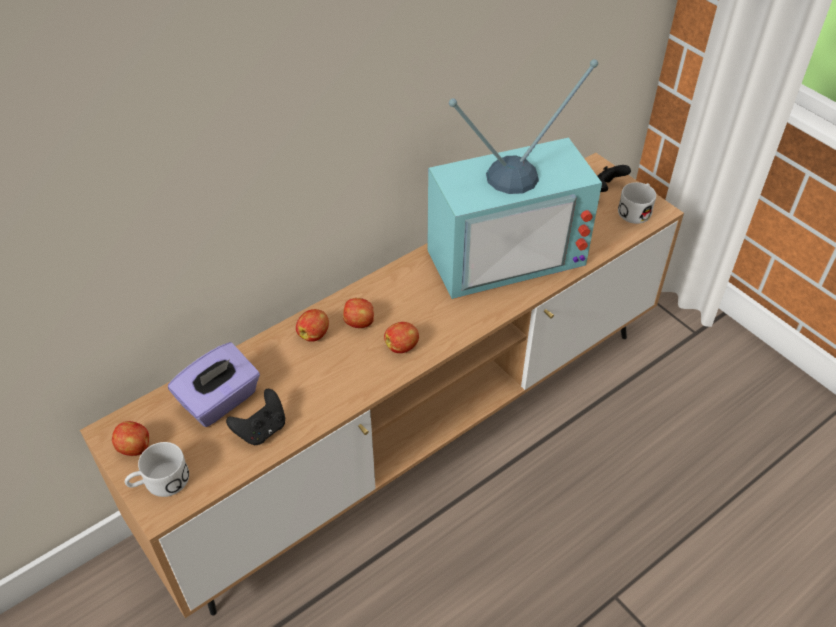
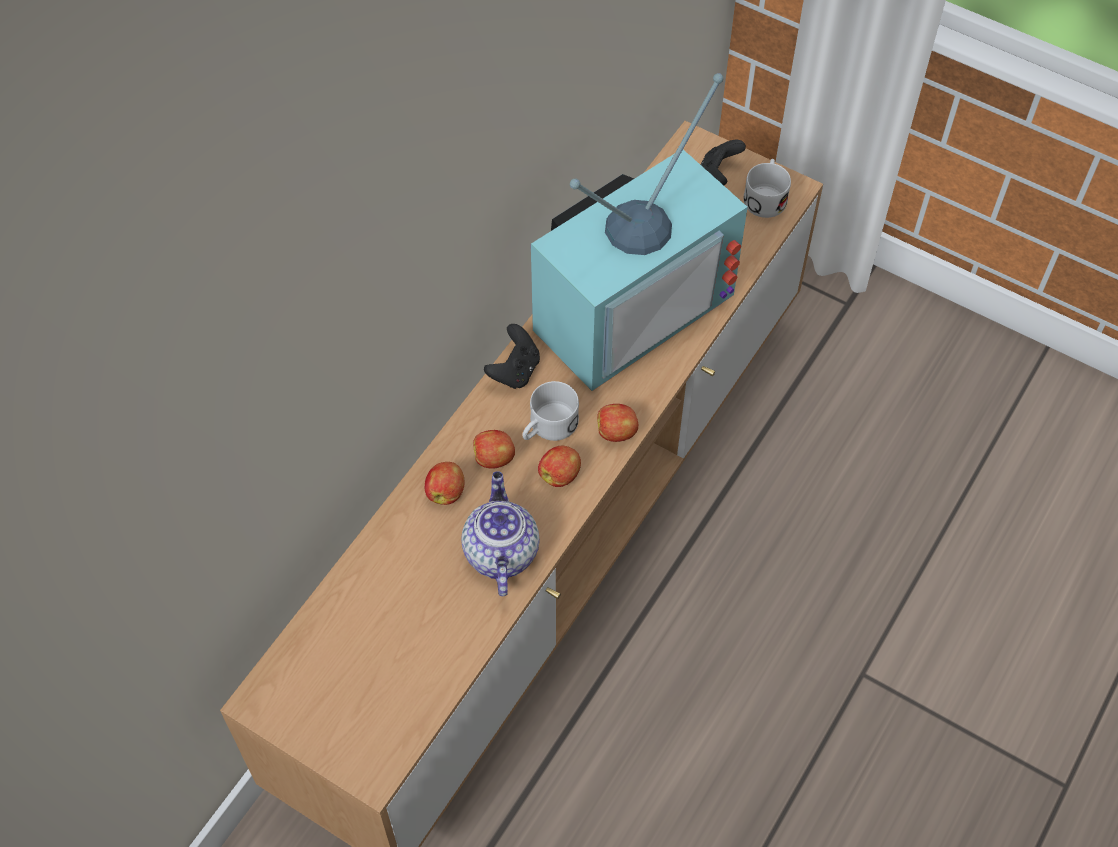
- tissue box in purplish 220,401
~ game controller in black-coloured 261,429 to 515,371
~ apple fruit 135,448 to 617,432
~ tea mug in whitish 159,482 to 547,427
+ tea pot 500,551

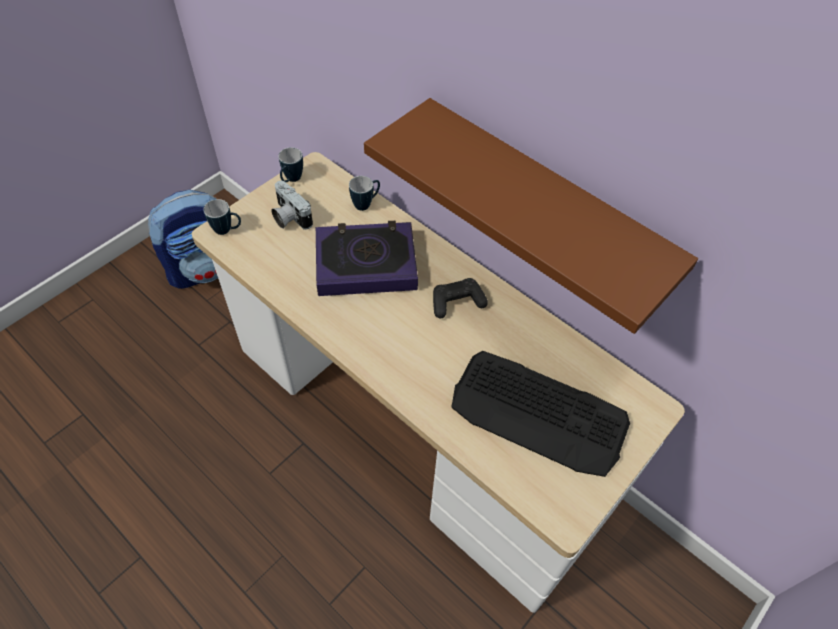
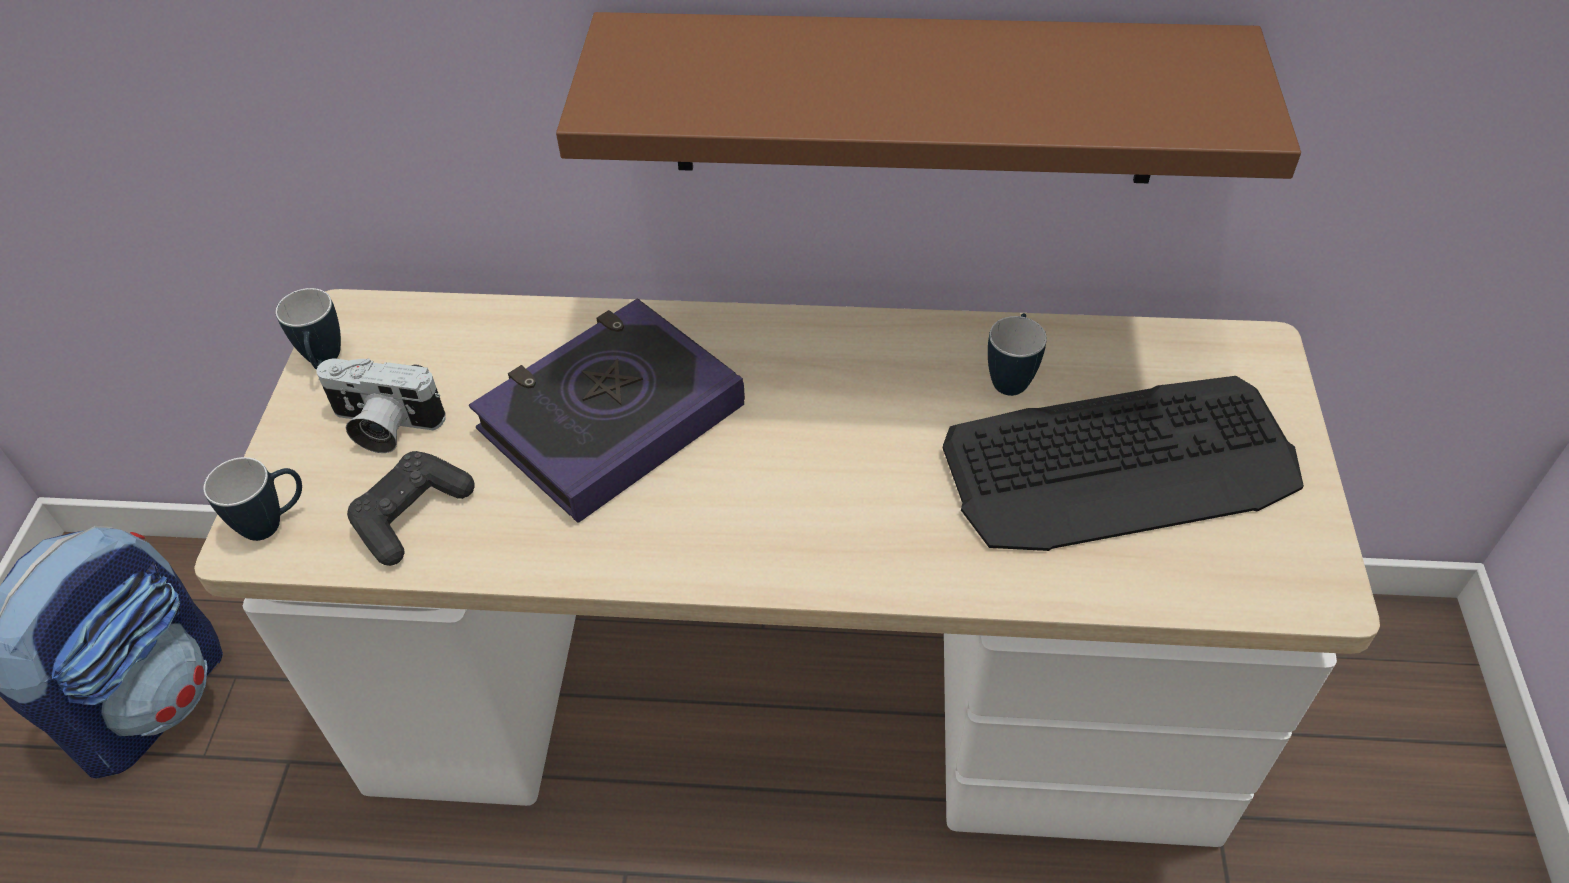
~ tea mug 366,204 to 1011,377
~ game controller in black-coloured 457,302 to 412,515

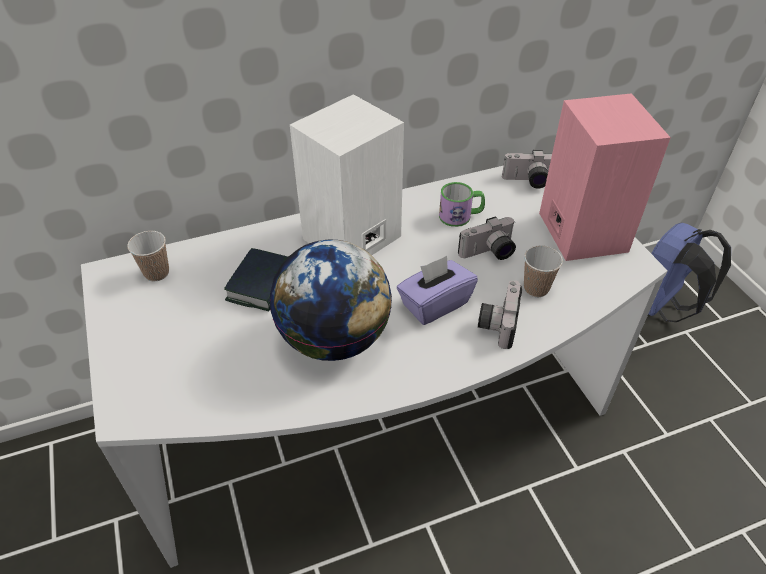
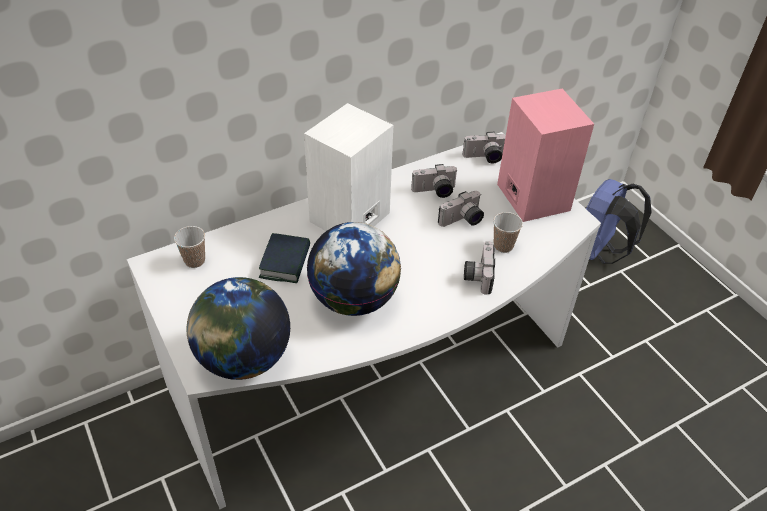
~ tea mug 460,216 to photo camera 435,192
- tissue box in purplish 434,304
+ globe 243,358

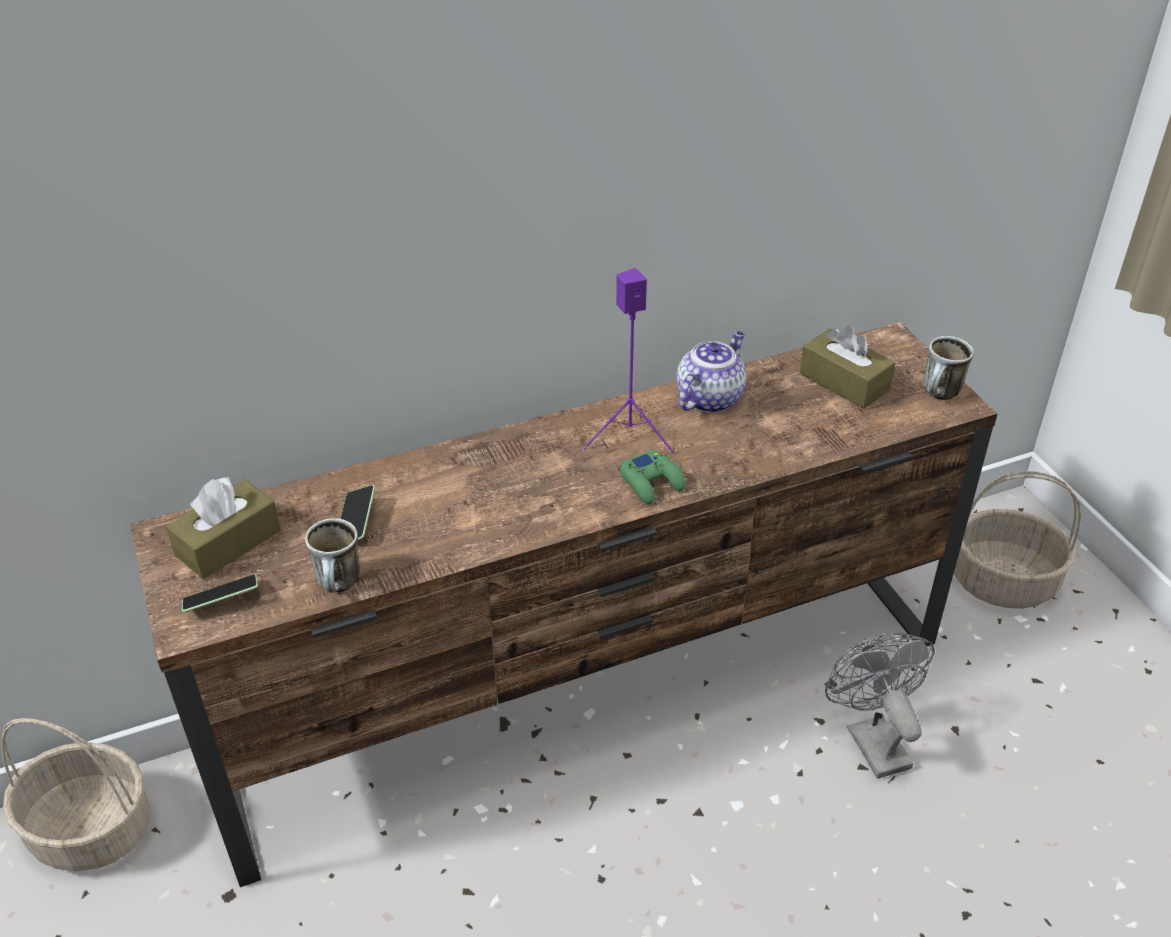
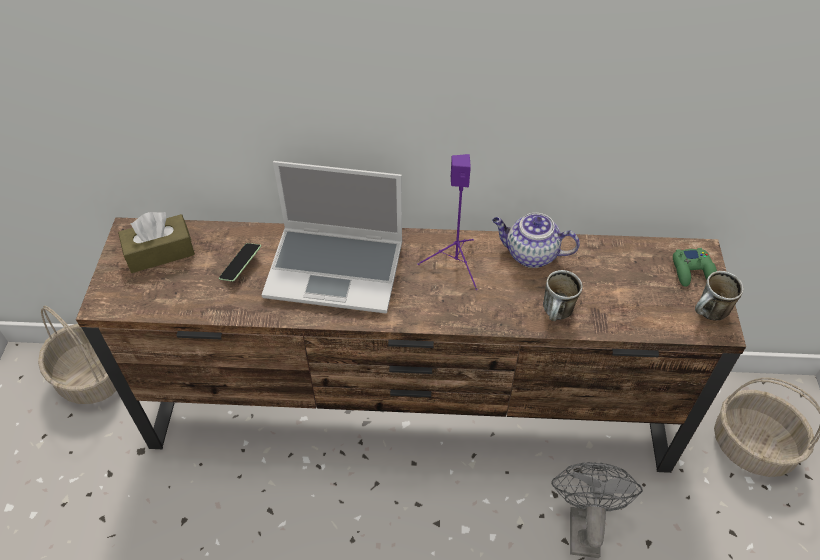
- tissue box in brown 844,382
~ tea pot 709,398 = 530,254 135 degrees counterclockwise
~ game controller in green-coloured 652,482 to 692,271
~ tea mug 340,586 to 557,315
- telephone 222,601
+ portable computer 337,269

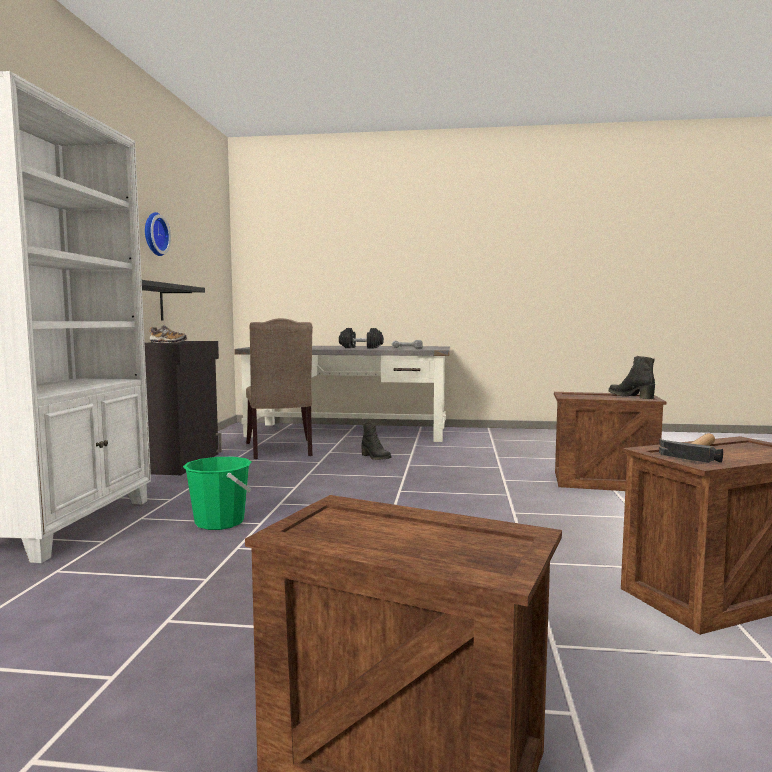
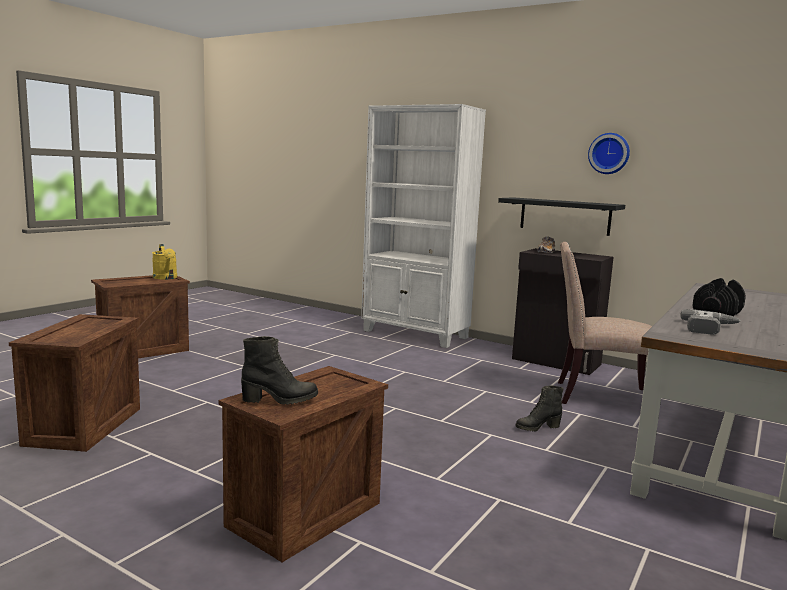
- tool hammer 697,452
- pail in green-coloured 220,522
+ watering can in yellow-coloured 166,278

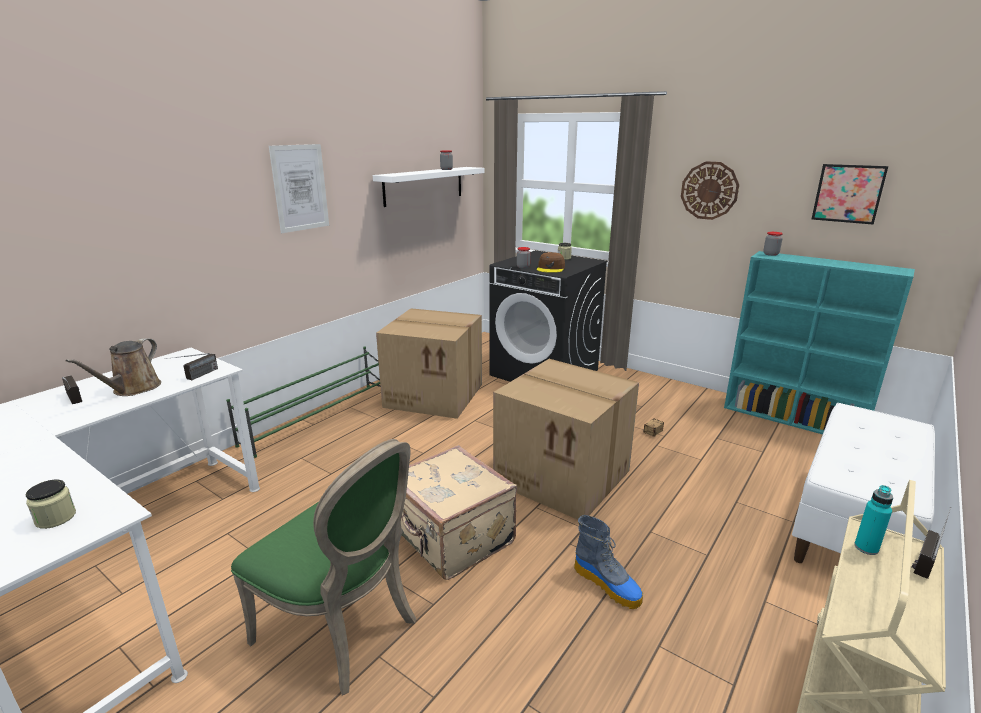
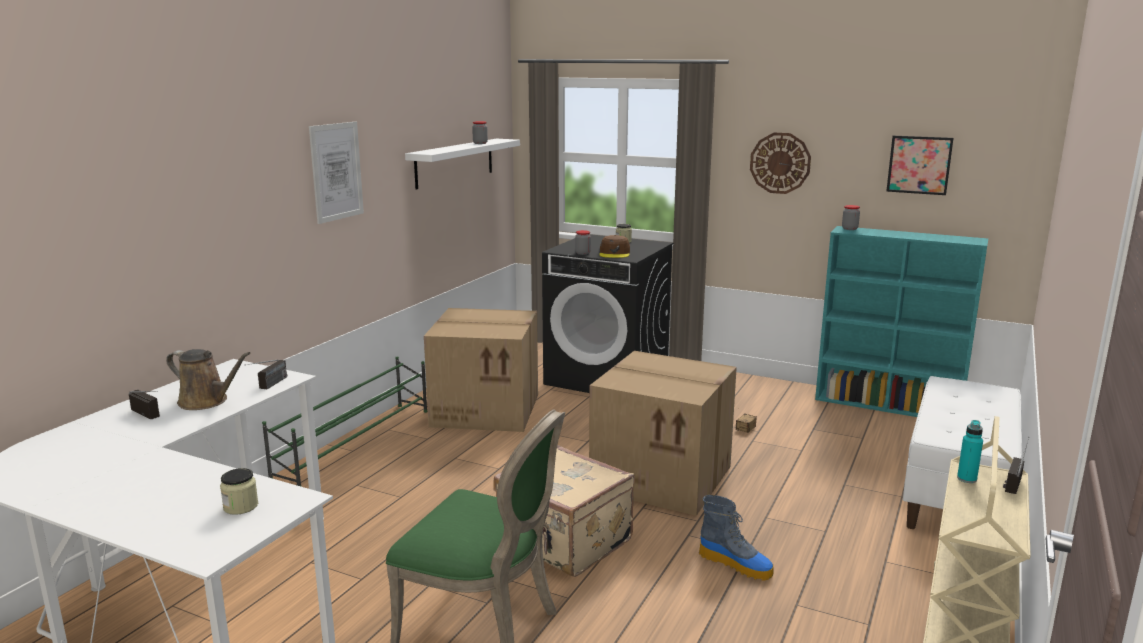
~ watering can in brown 133,389 = 207,401 75 degrees counterclockwise

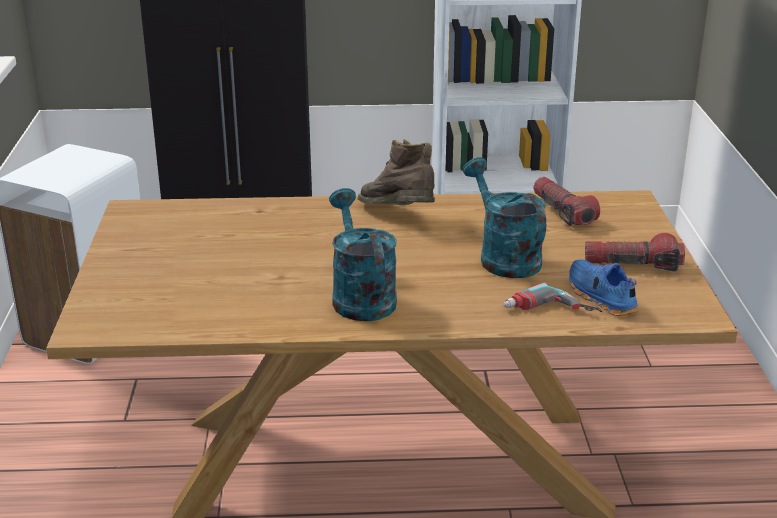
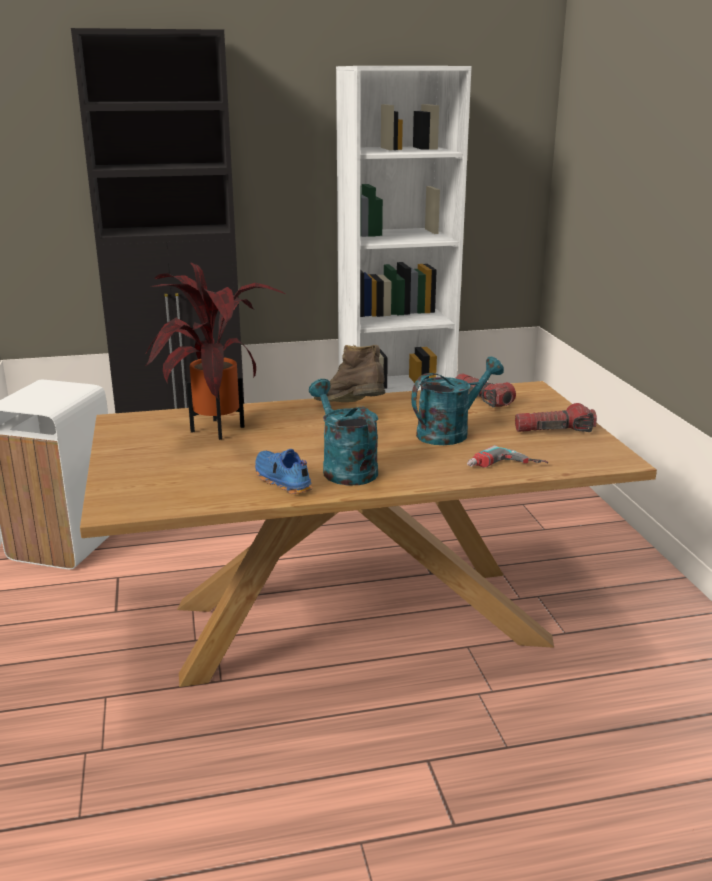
~ watering can in turquoise 503,257 = 450,432 90 degrees clockwise
~ shoe in blue 600,297 to 281,481
+ potted plant 211,430

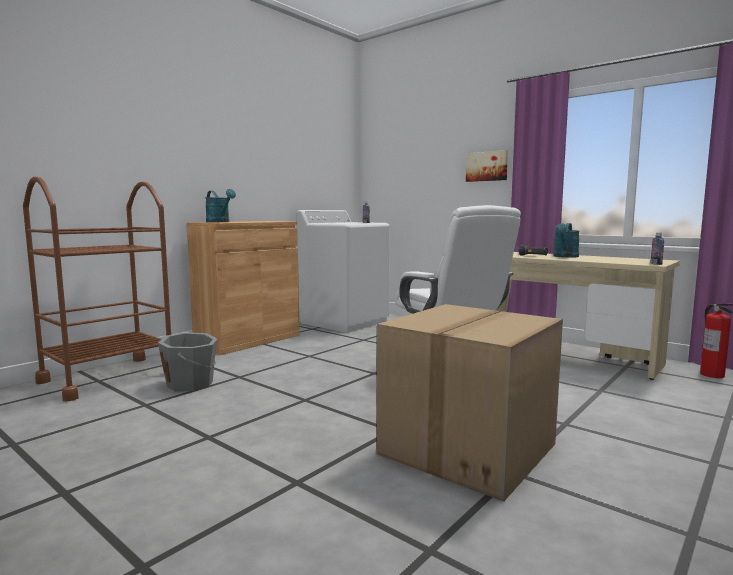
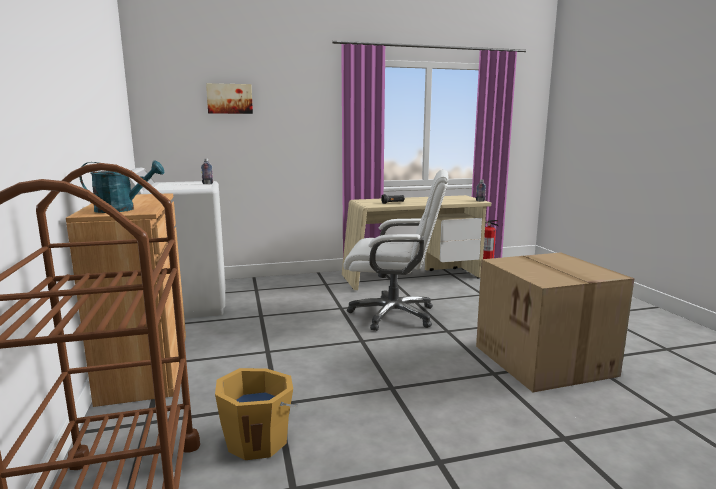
~ wall picture 487,166 to 229,98
- watering can in turquoise 565,256
~ pail in gray 191,384 to pail in orange 258,440

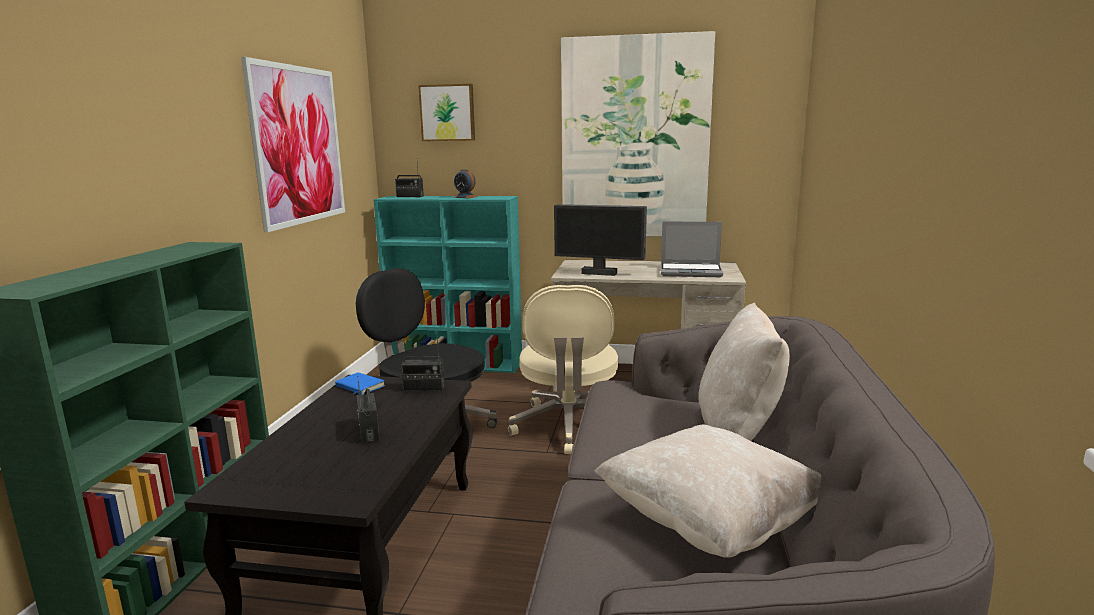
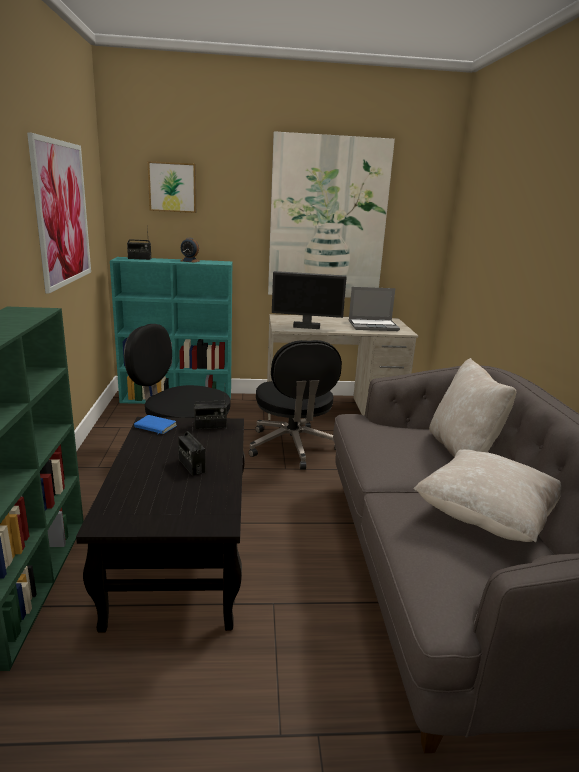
~ computer chair in beige-coloured 568,426 to computer chair in black-coloured 292,447

